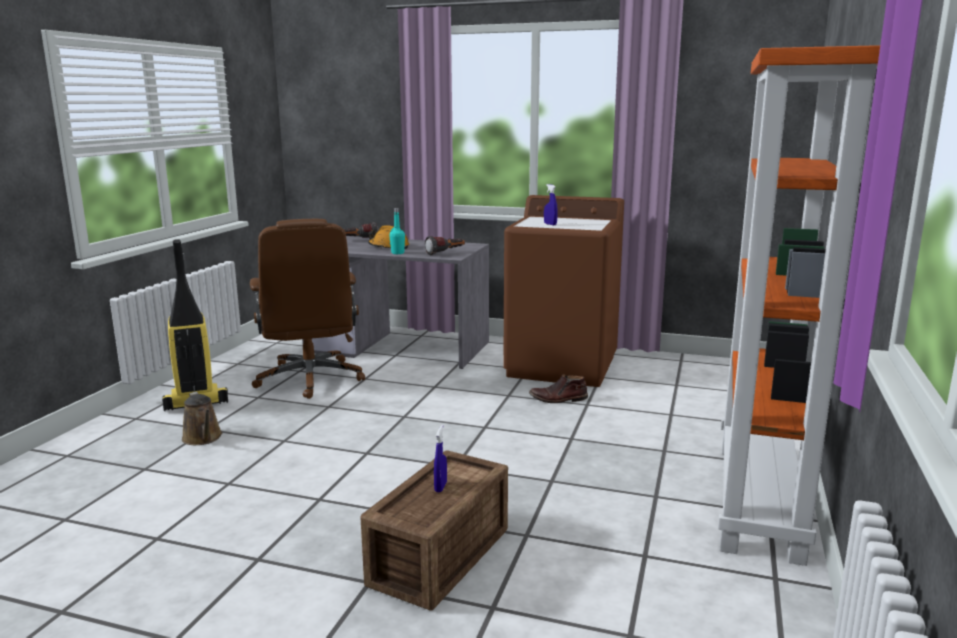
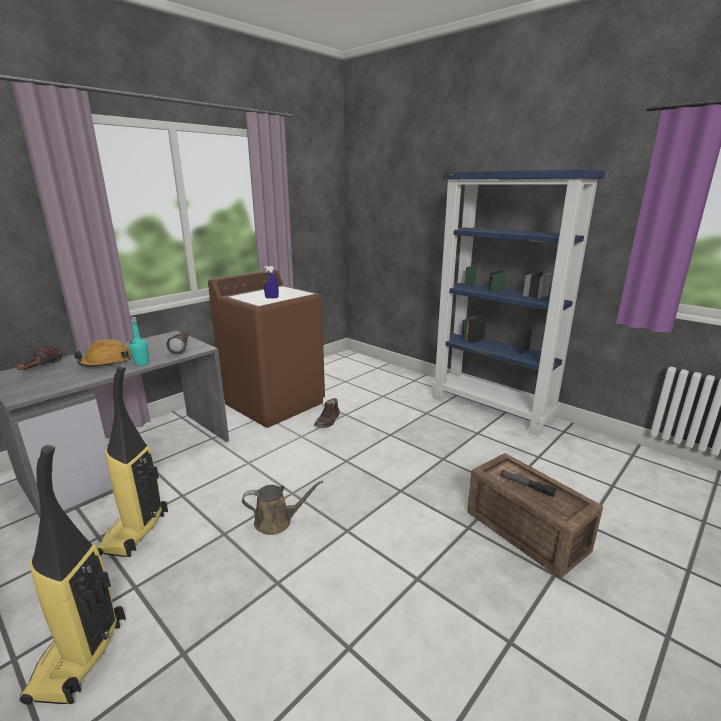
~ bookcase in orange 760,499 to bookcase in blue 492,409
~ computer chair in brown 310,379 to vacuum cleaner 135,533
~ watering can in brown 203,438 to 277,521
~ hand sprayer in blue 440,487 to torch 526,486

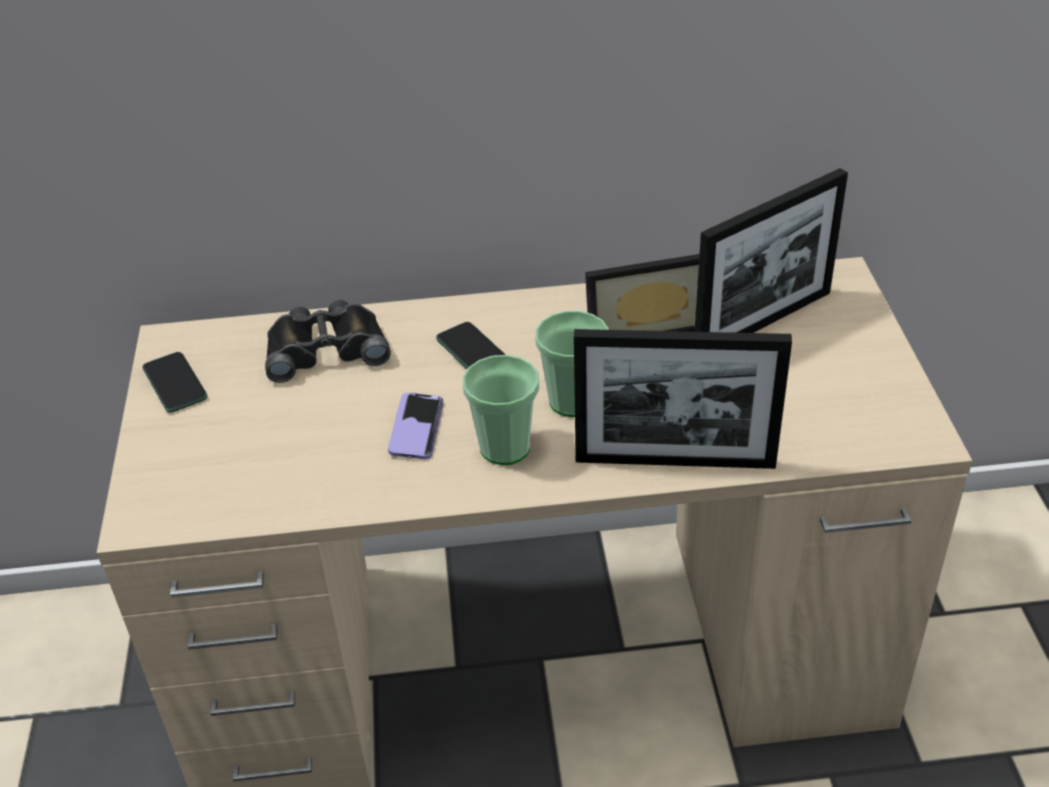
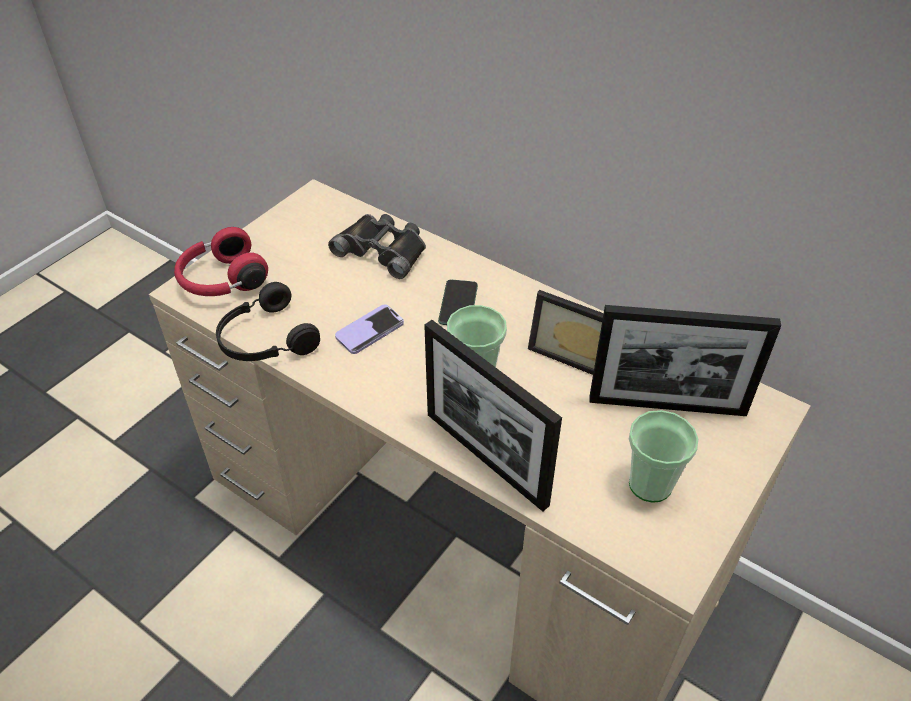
- telephone 175,383
~ cup 505,448 to 650,484
+ headset in reddish 222,280
+ headset in black-coloured 265,340

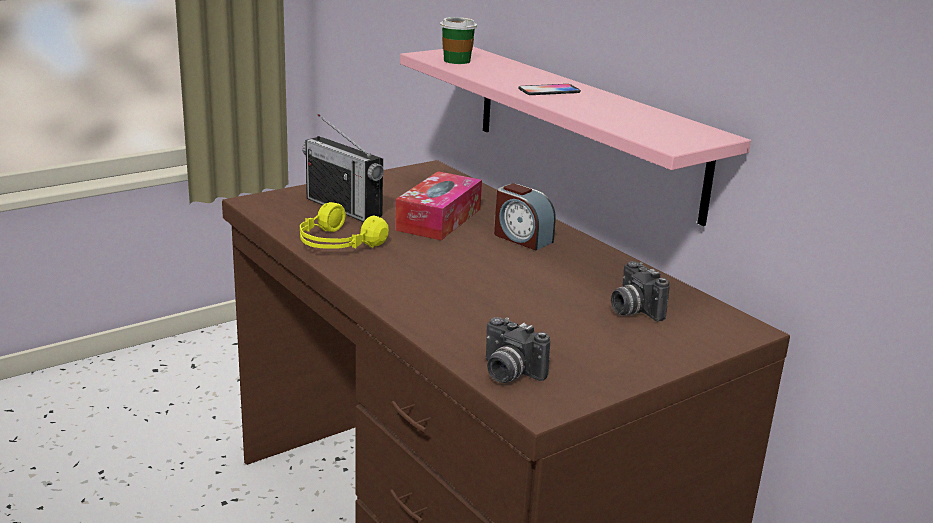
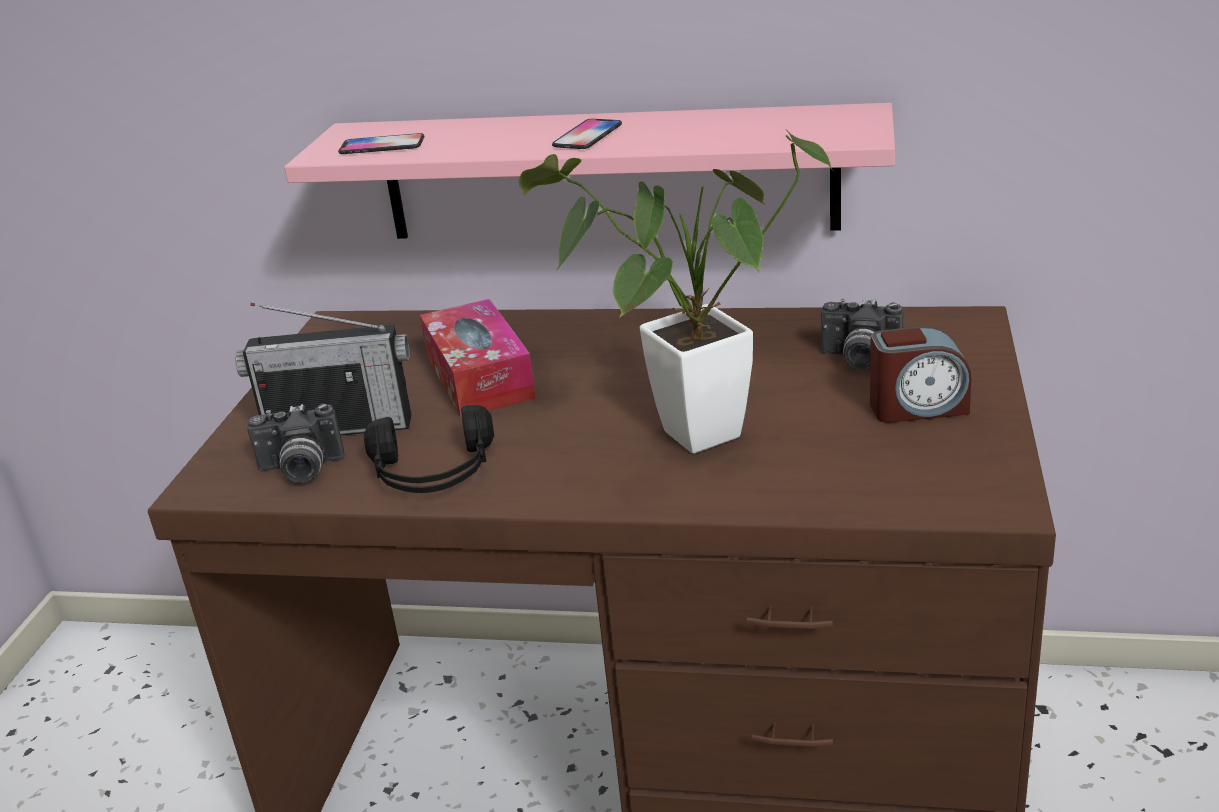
~ cup 456,61 to telephone 382,146
~ alarm clock 522,238 to 917,407
~ headset in yellow-coloured 336,244 to headset in black-coloured 434,473
~ photo camera 508,373 to 300,470
+ potted plant 685,440

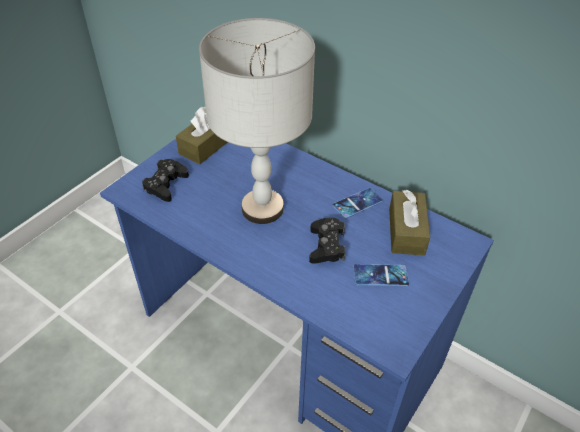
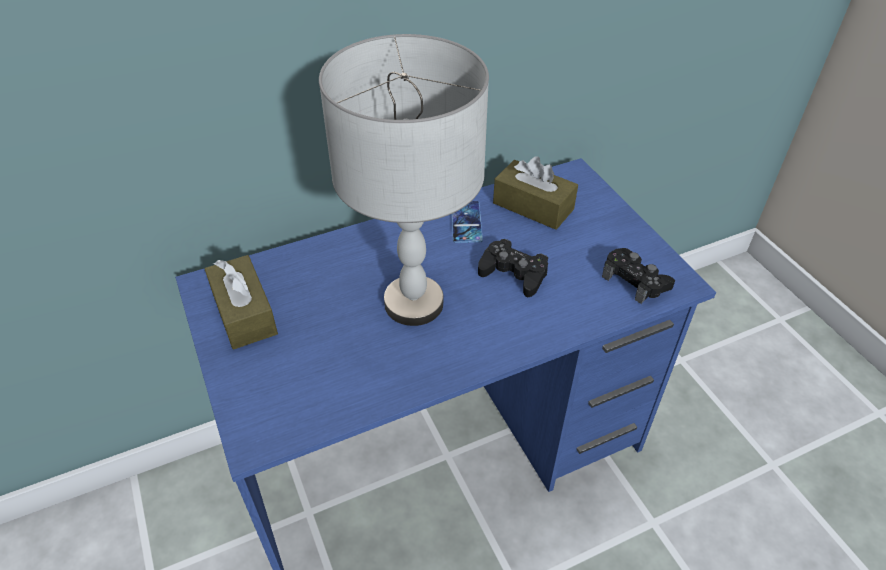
~ game controller in black-coloured 166,184 to 635,280
- telephone 380,275

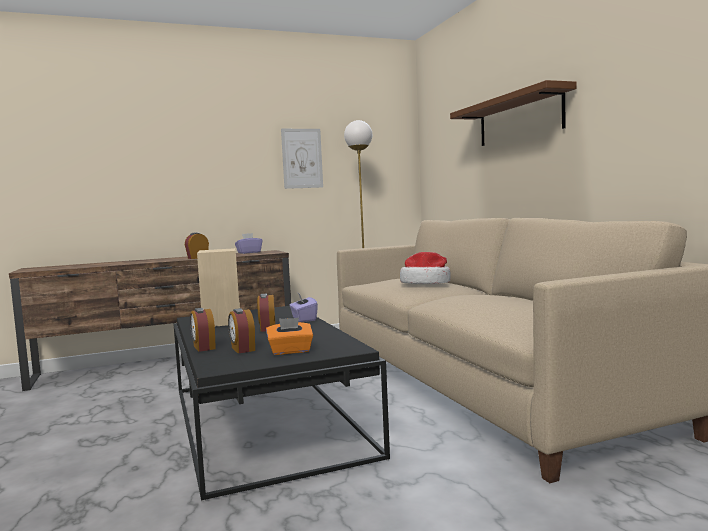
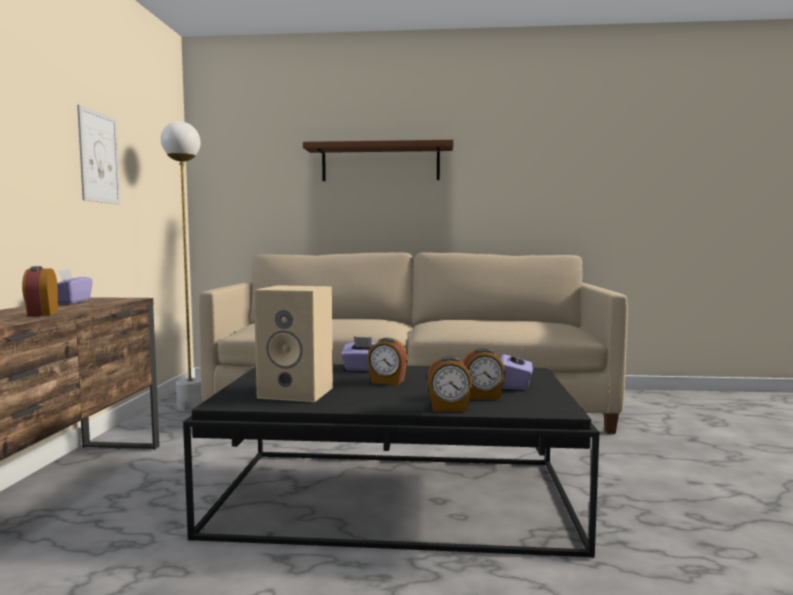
- hat 426,283
~ tissue box in orange 290,351 to tissue box in purplish 516,385

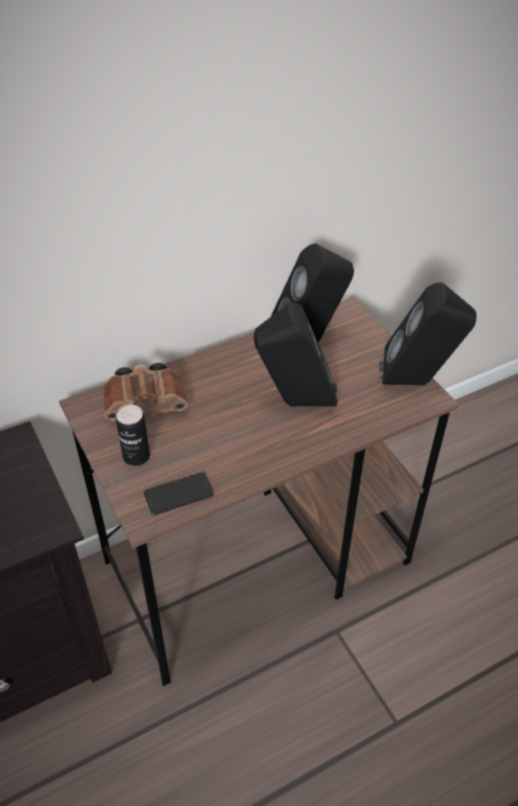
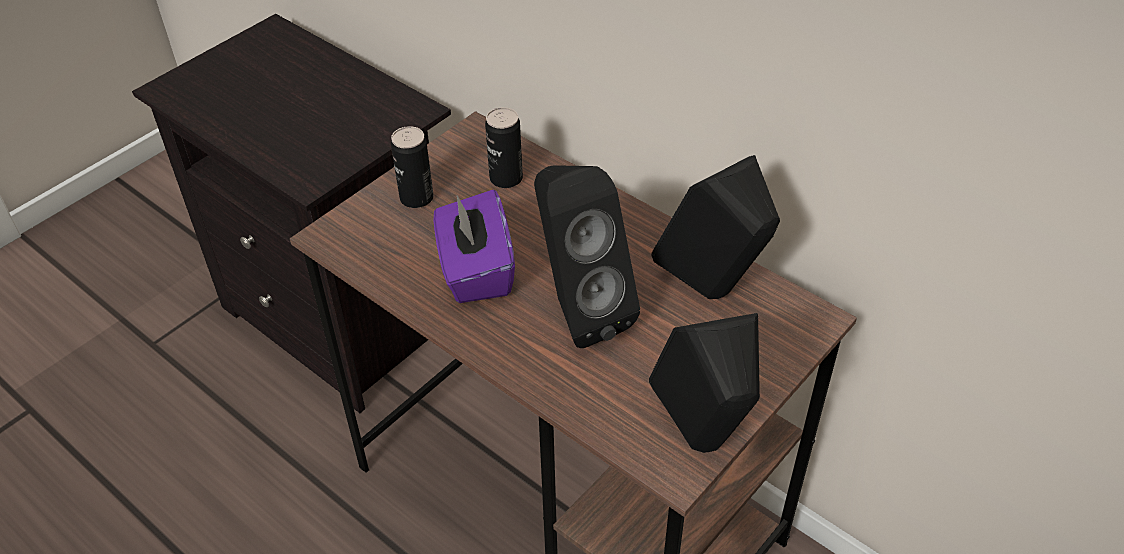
~ binoculars in brown 147,403 to sealed can 506,178
- telephone 178,494
+ tissue box in purplish 475,271

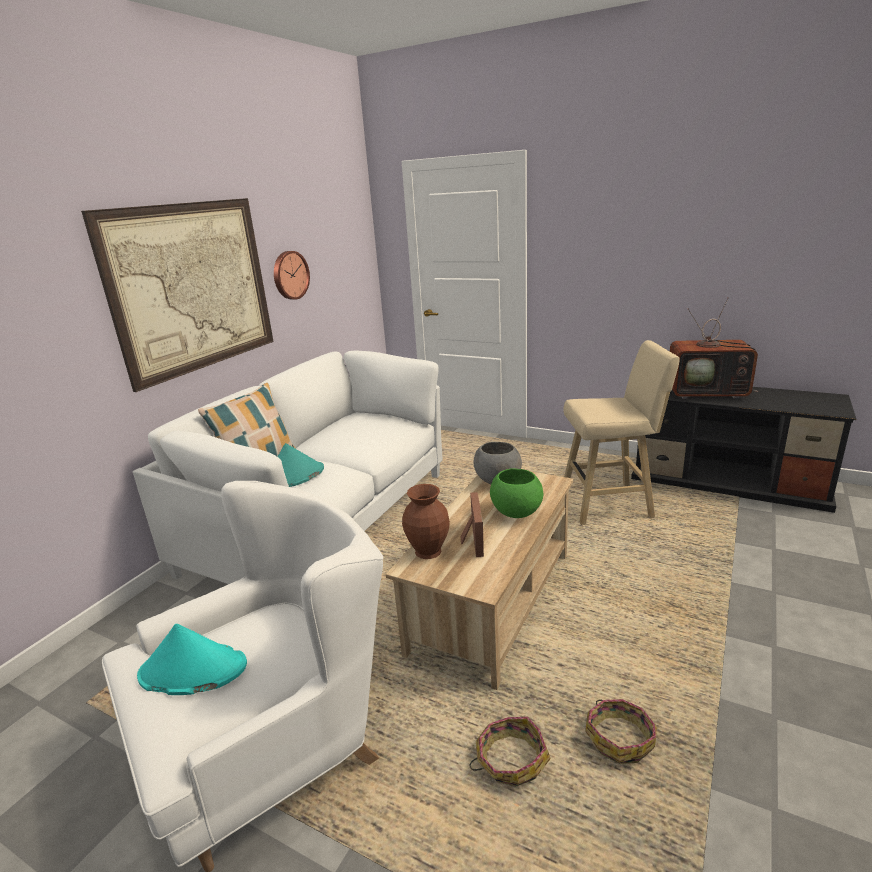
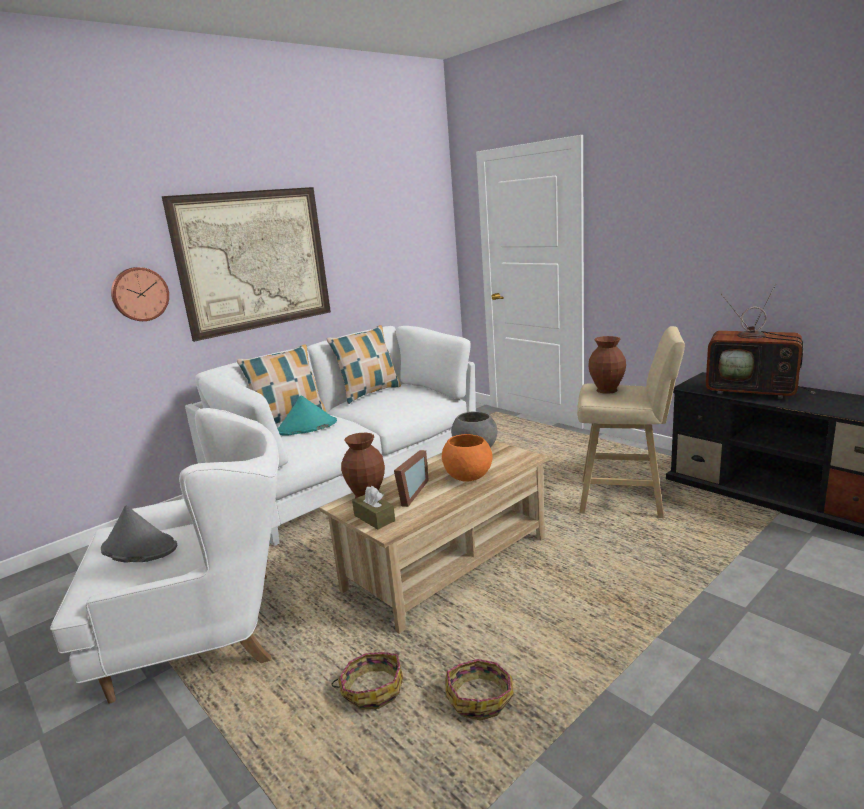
~ clock on the wall 290,275 to 139,294
~ bowl in green-coloured 516,513 to bowl in orange 468,477
~ hat in turquoise 192,671 to hat in gray 138,548
+ cushion 369,393
+ decorative vase in brown 606,390
+ tissue box in brown 374,518

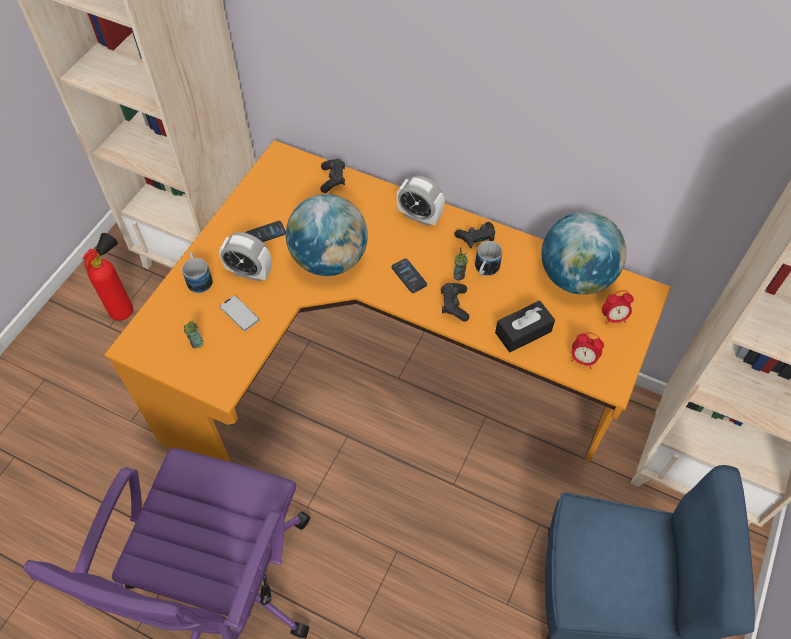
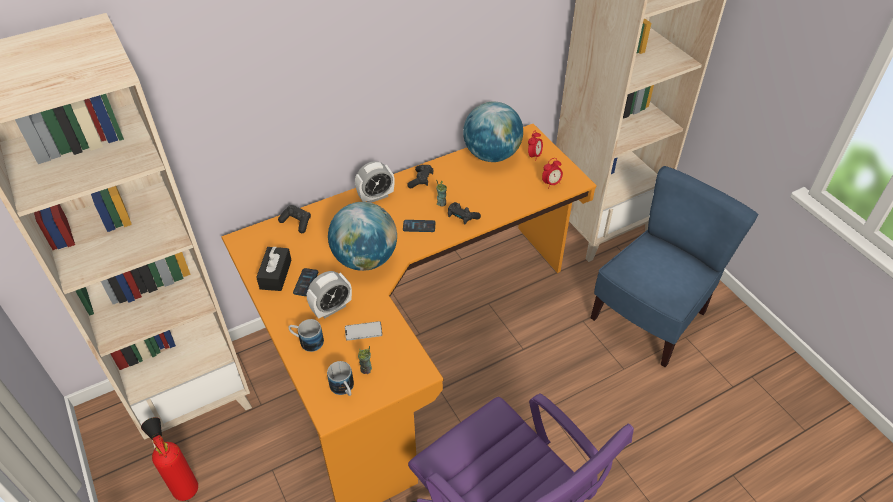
~ tea mug 485,270 to 344,389
~ tissue box in black-coloured 523,332 to 275,274

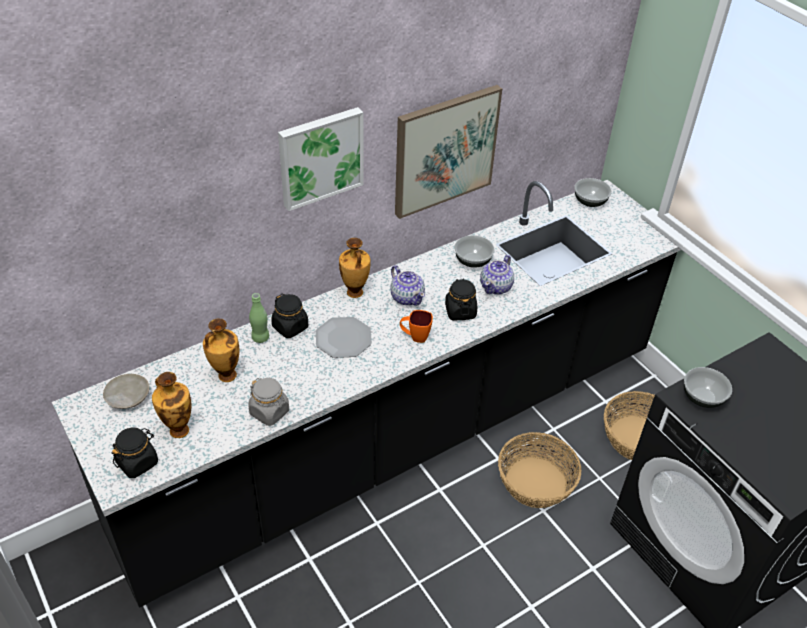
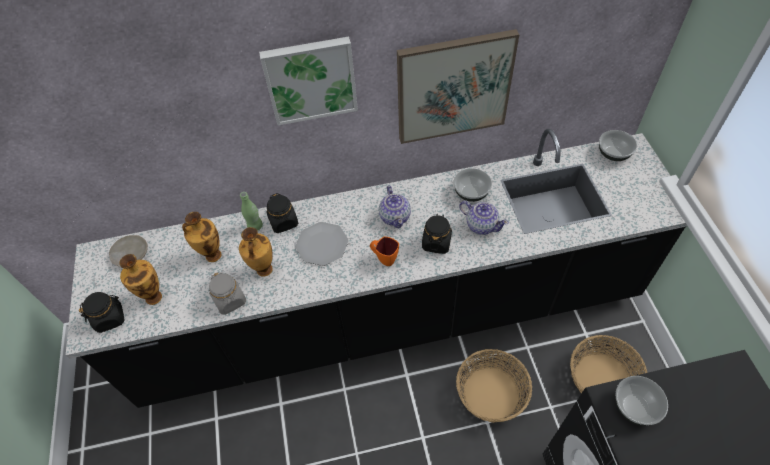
~ decorative vase 355,293 to 264,270
~ tea pot 496,287 = 481,225 105 degrees counterclockwise

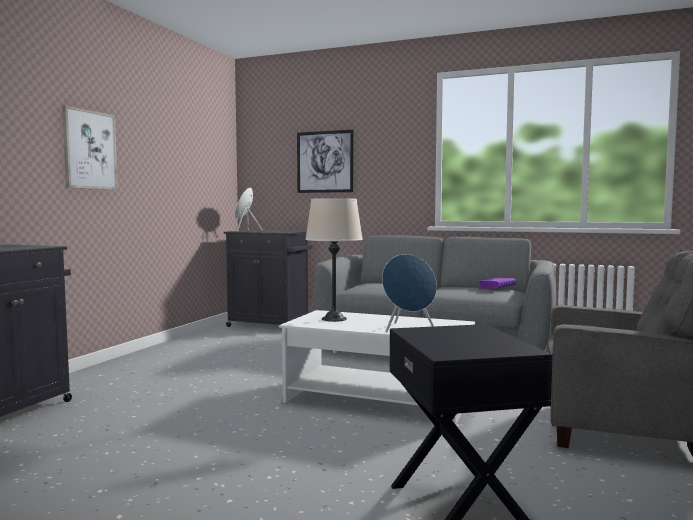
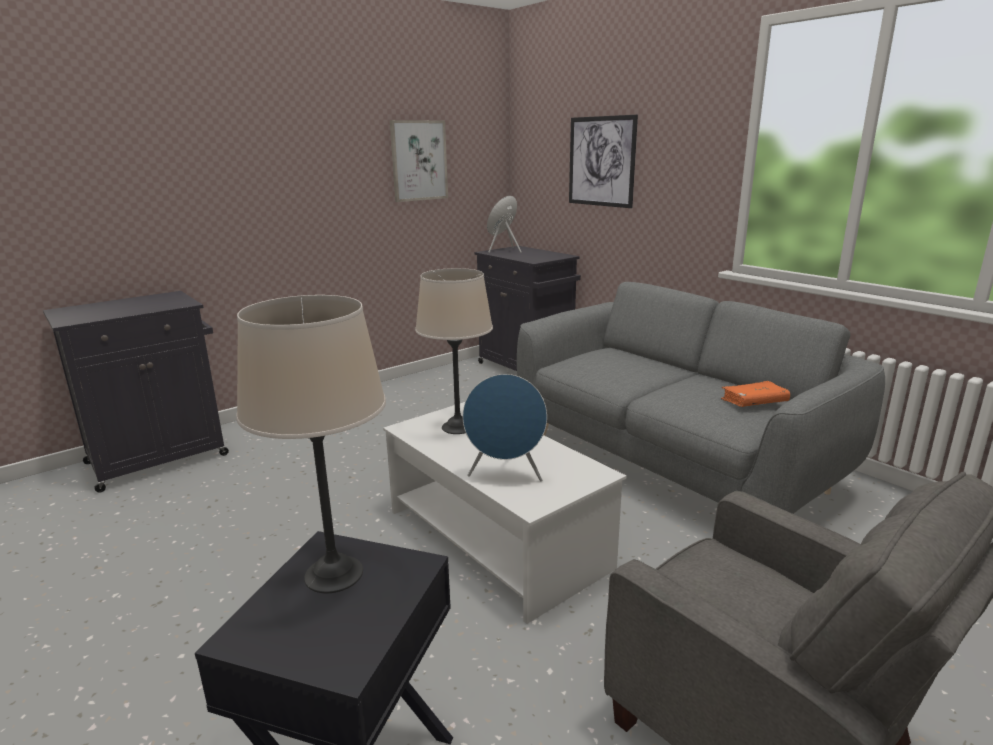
~ wall picture 89,150 to 419,160
~ bound book in purplish 496,288 to bound book in orange 754,402
+ table lamp in beige-coloured 333,574

